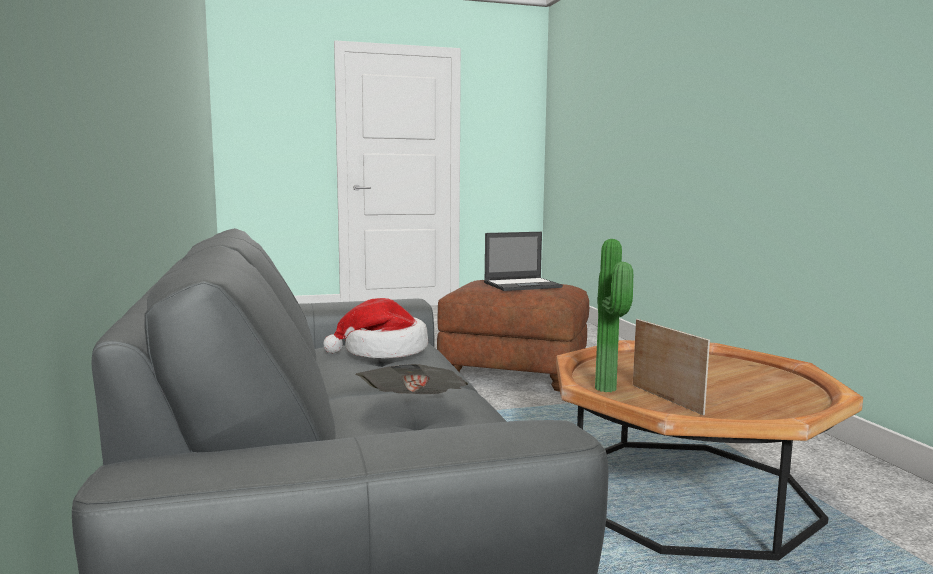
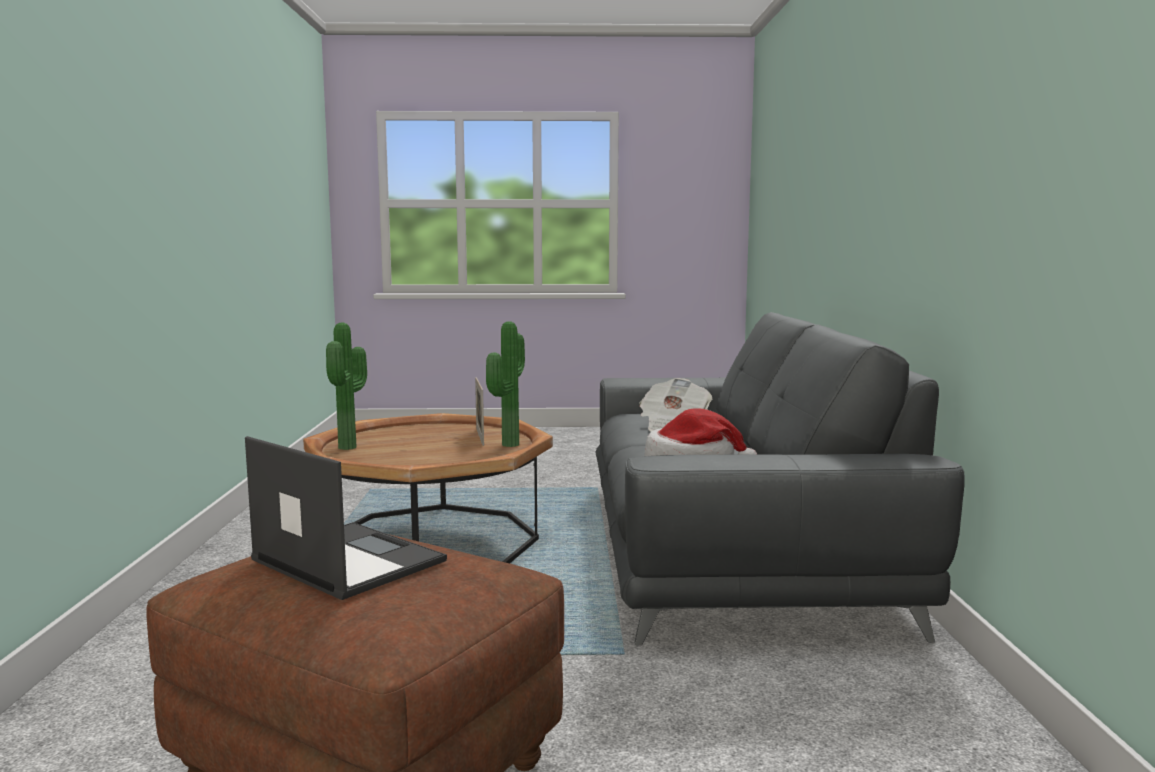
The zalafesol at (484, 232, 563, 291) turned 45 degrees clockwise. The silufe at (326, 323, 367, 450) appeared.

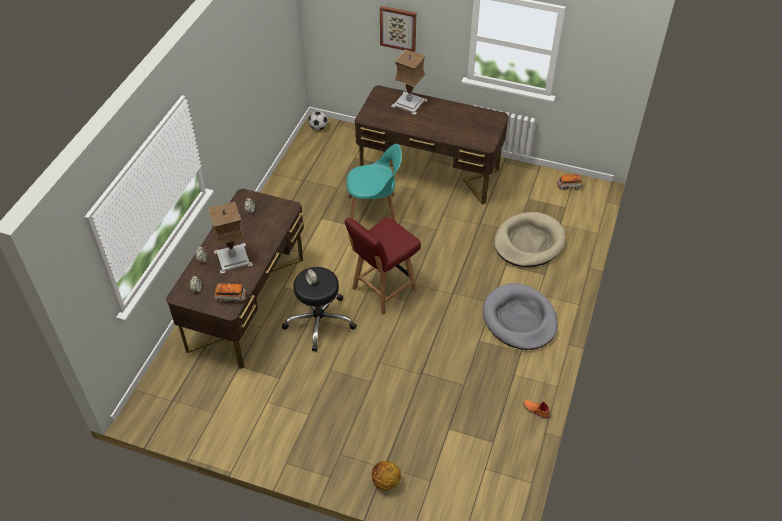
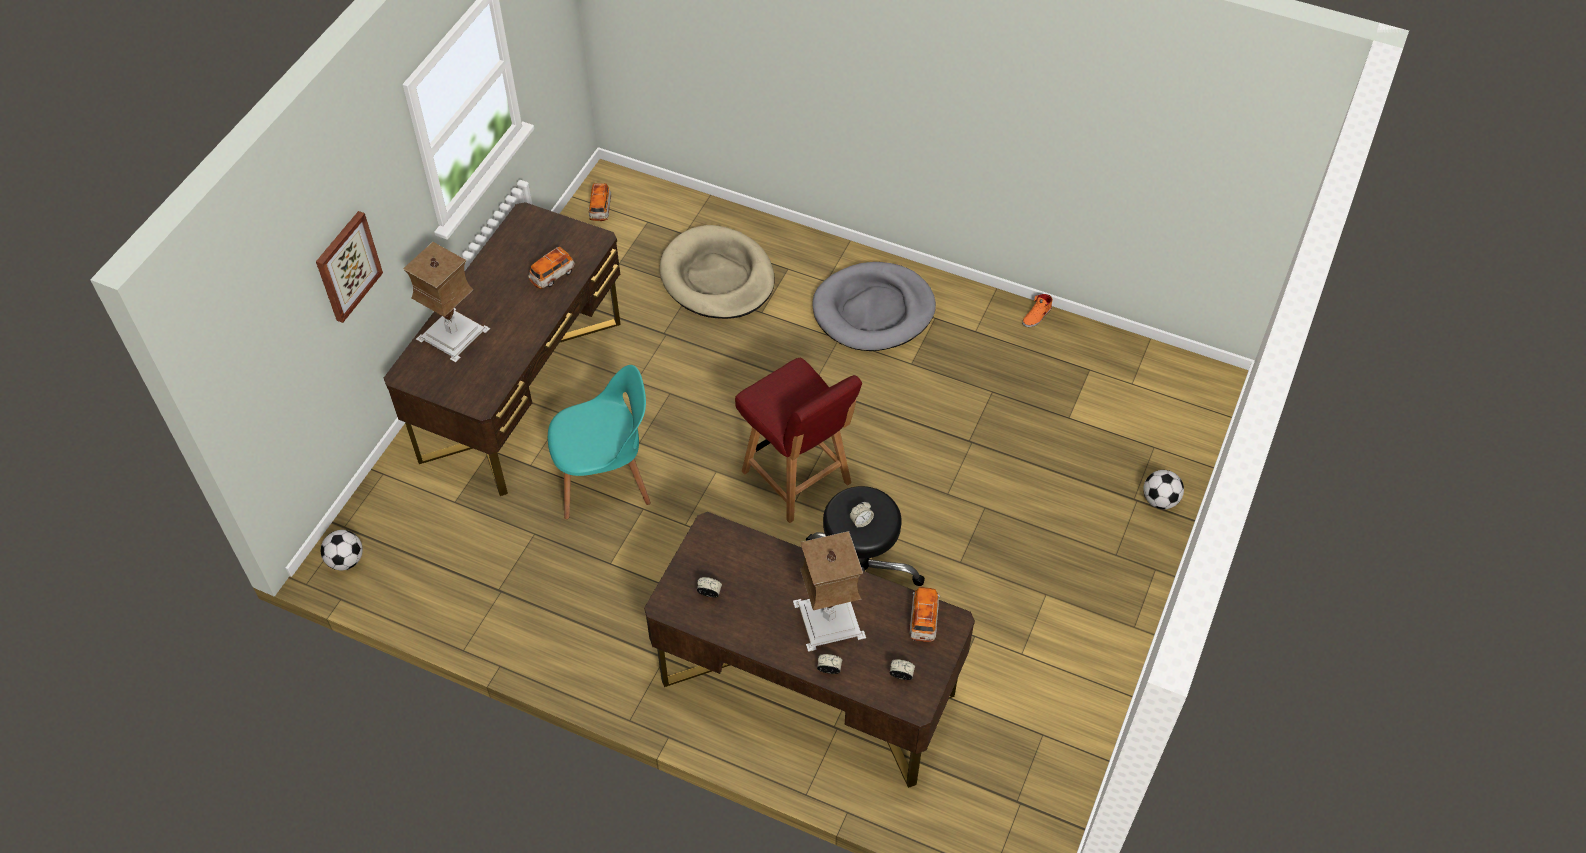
The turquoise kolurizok at (346, 144, 402, 222) turned 75 degrees clockwise. The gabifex at (372, 461, 401, 490) was replaced by the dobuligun at (1143, 470, 1184, 509). The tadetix at (528, 247, 575, 289) appeared.

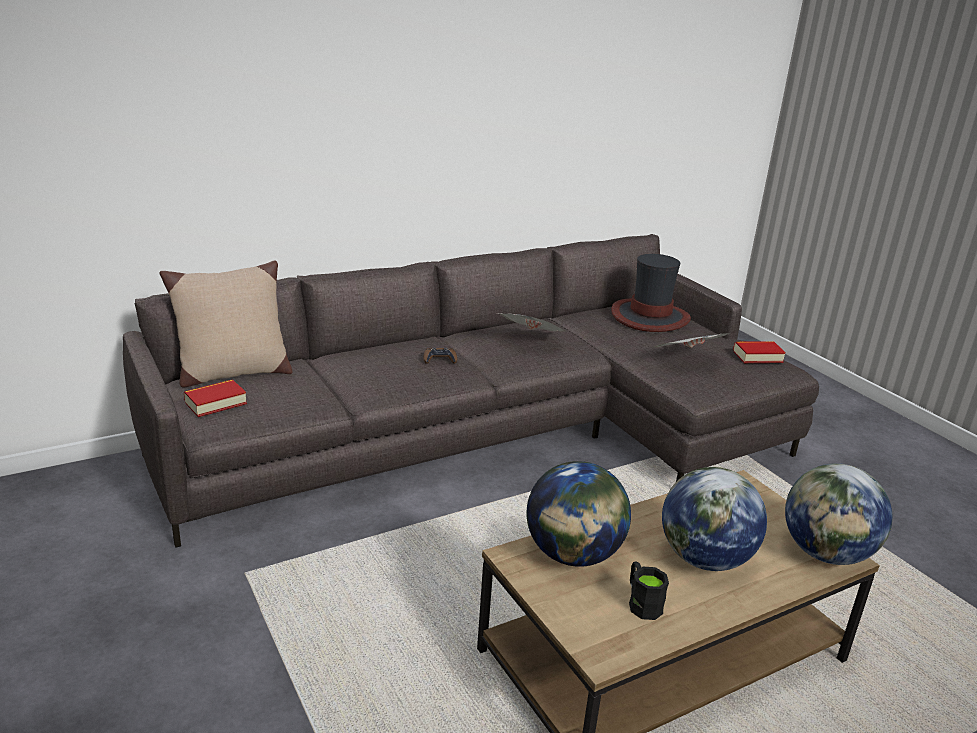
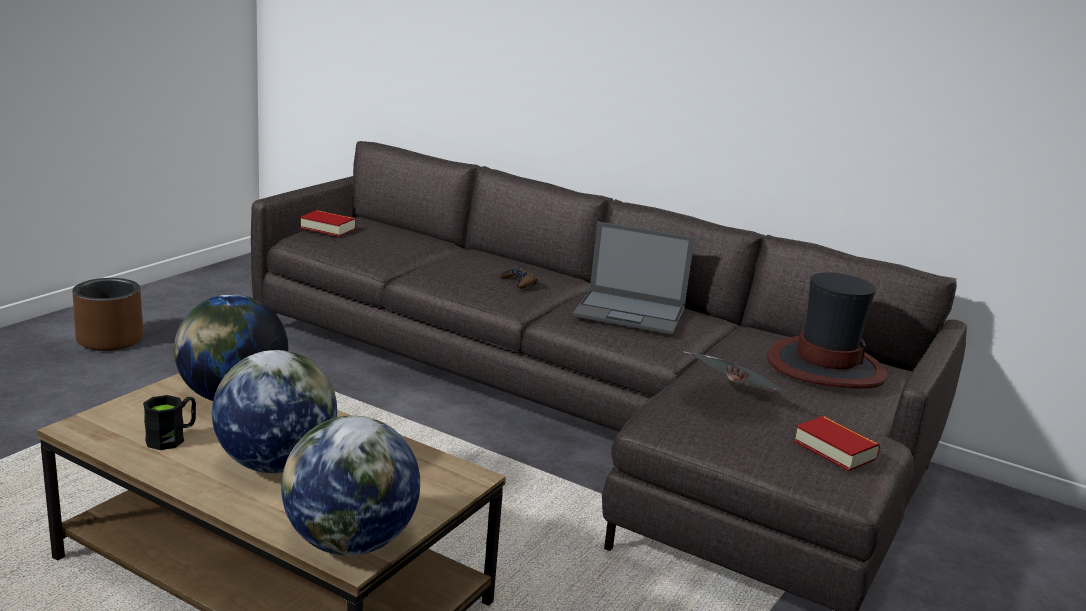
The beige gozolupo at (159, 260, 293, 388) disappeared. The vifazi at (498, 313, 565, 332) was replaced by the zalafesol at (573, 222, 695, 335). The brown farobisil at (72, 278, 144, 351) appeared.

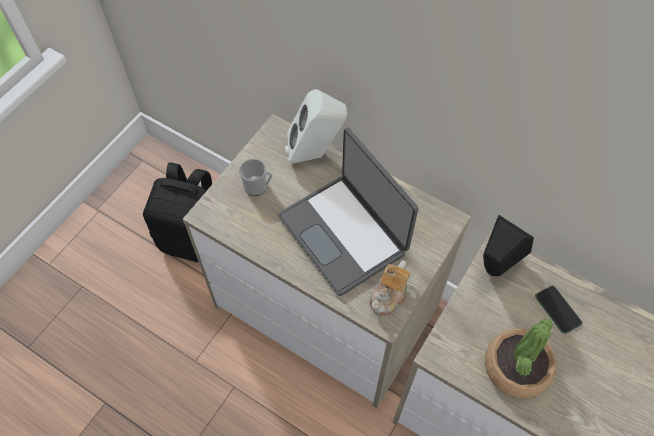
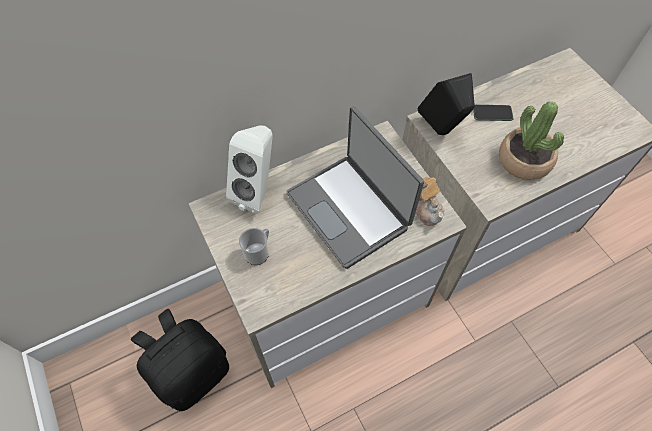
The zalafesol at (278, 128, 419, 296) turned 60 degrees clockwise.

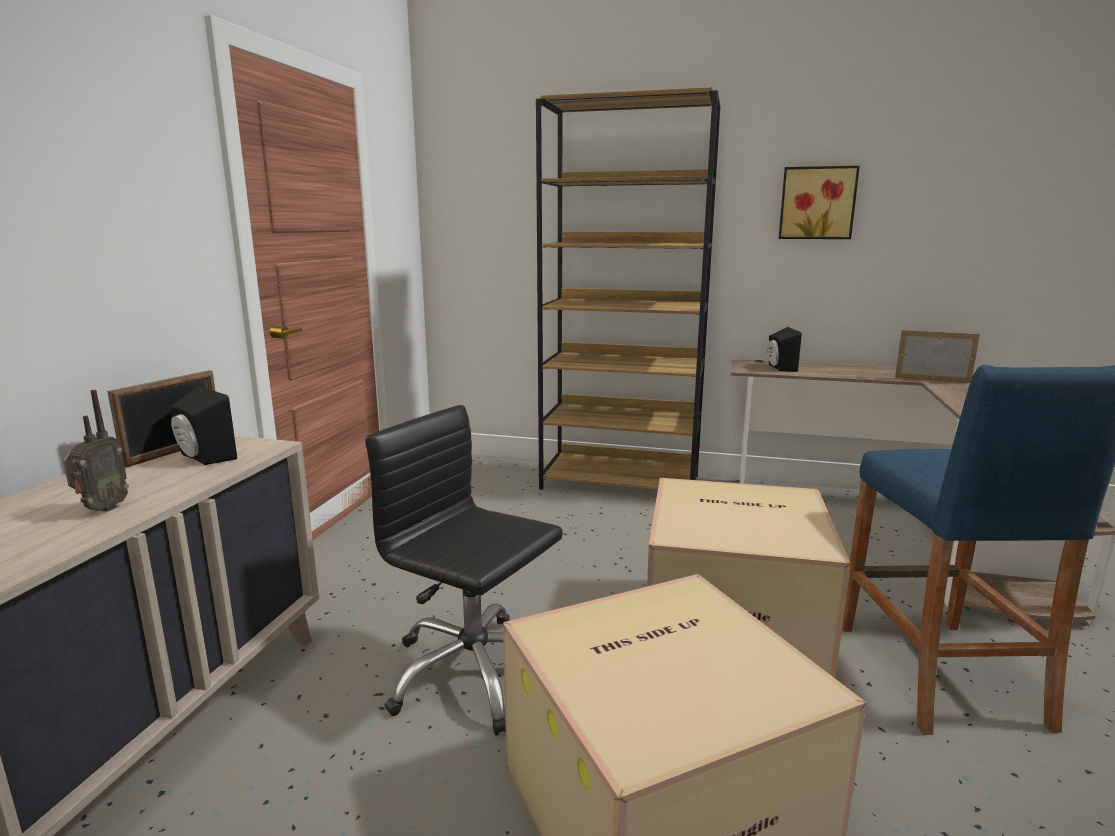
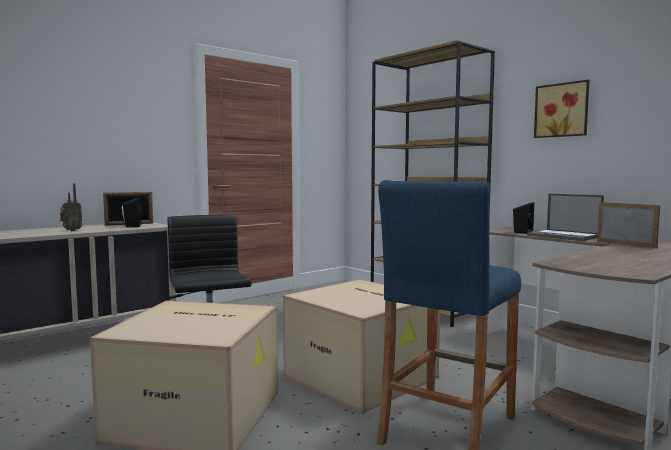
The zalafesol at (527, 194, 604, 241) appeared.

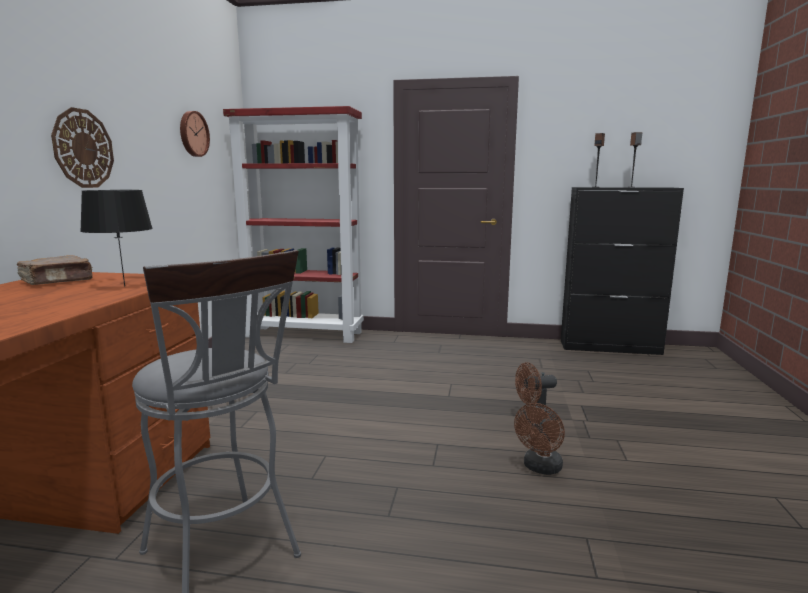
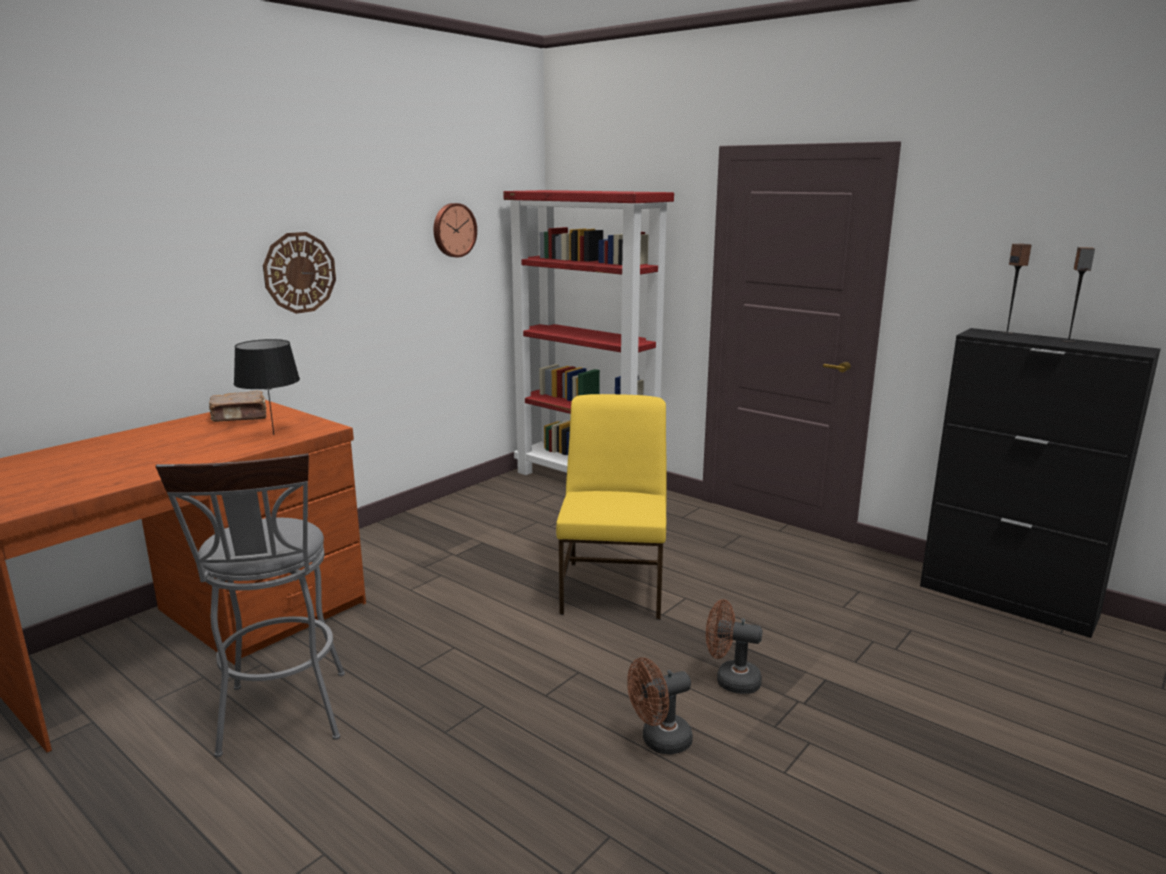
The yellow kolurizok at (556, 394, 667, 620) appeared.

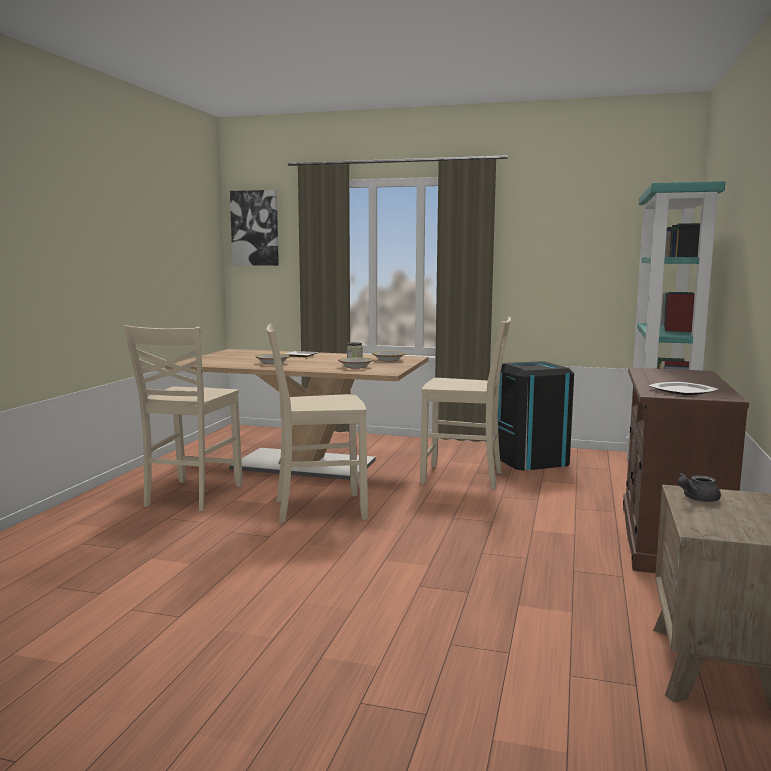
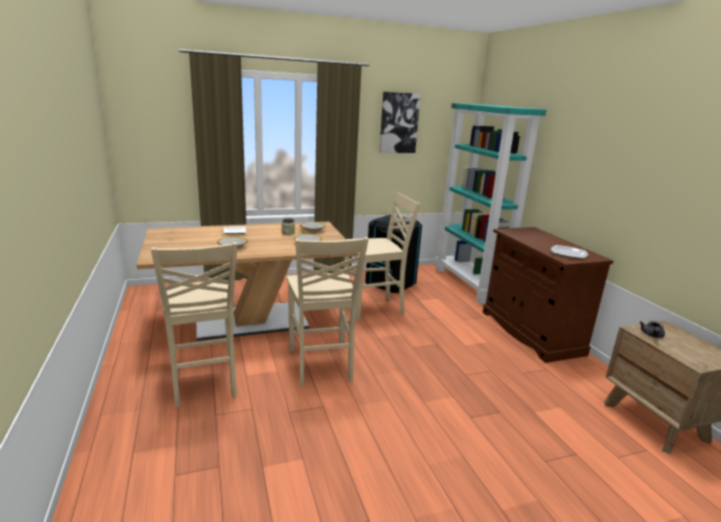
The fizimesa moved from (230, 190, 279, 266) to (379, 92, 421, 153). The beige kolurizok at (267, 323, 368, 523) turned 60 degrees counterclockwise.

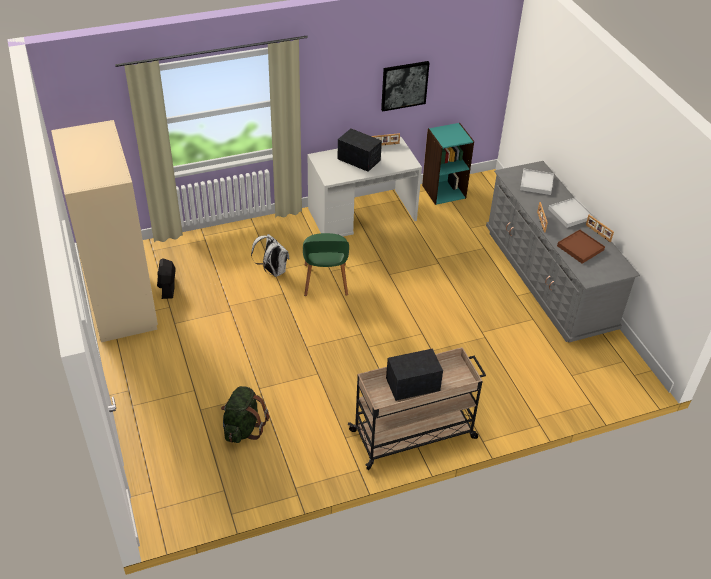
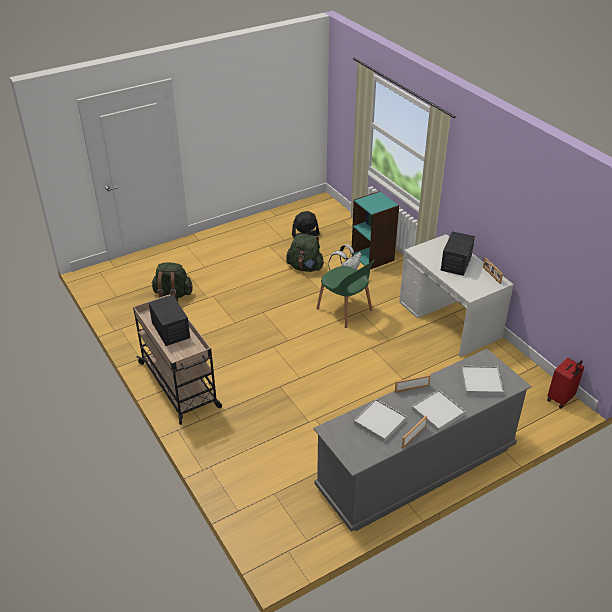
The fizimesa at (381, 61, 429, 112) disappeared. The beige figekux at (51, 120, 158, 342) disappeared. The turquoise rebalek moved from (422, 123, 474, 205) to (352, 191, 399, 270). The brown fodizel at (557, 230, 605, 264) became the white fodizel at (353, 399, 407, 443). The green kolurizok at (303, 233, 349, 296) turned 120 degrees counterclockwise. The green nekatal at (286, 234, 324, 272) appeared. The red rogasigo at (547, 358, 584, 409) appeared.

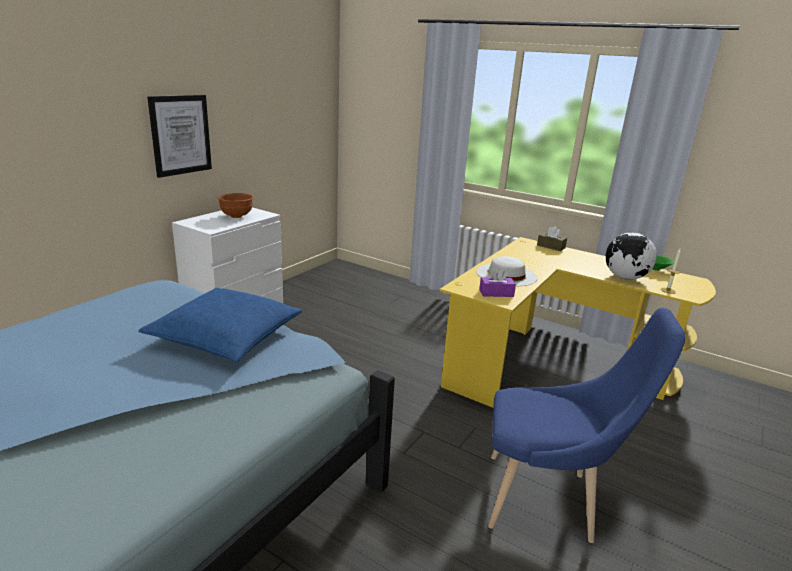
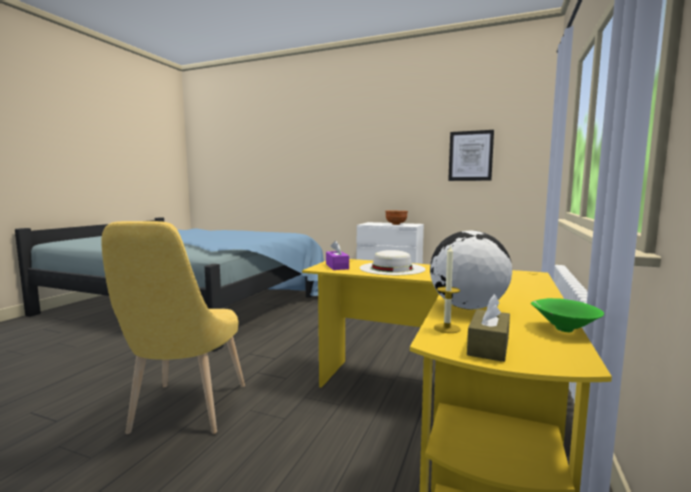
The fizimesa moved from (147, 95, 212, 178) to (448, 130, 494, 181). The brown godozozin moved from (537, 226, 567, 251) to (467, 294, 510, 362). The blue gozolupo at (138, 288, 302, 361) disappeared. The blue kolurizok at (488, 308, 685, 543) became the yellow kolurizok at (102, 221, 245, 434).

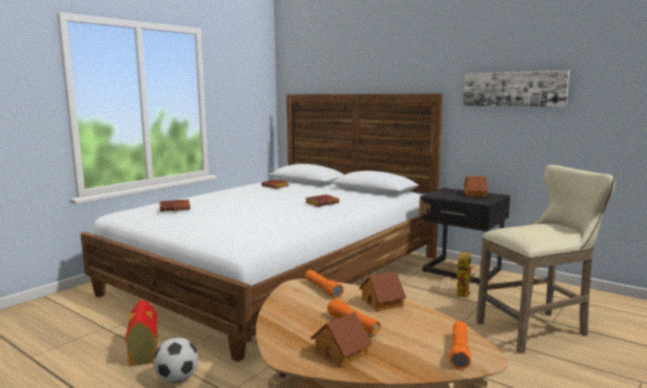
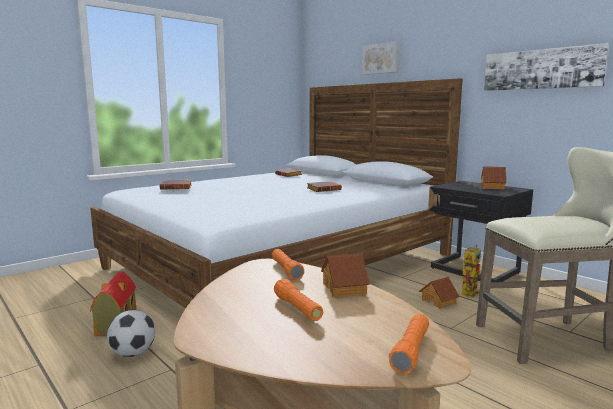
The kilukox moved from (311, 311, 373, 367) to (419, 277, 460, 309). The fizimesa at (362, 41, 399, 75) appeared.

